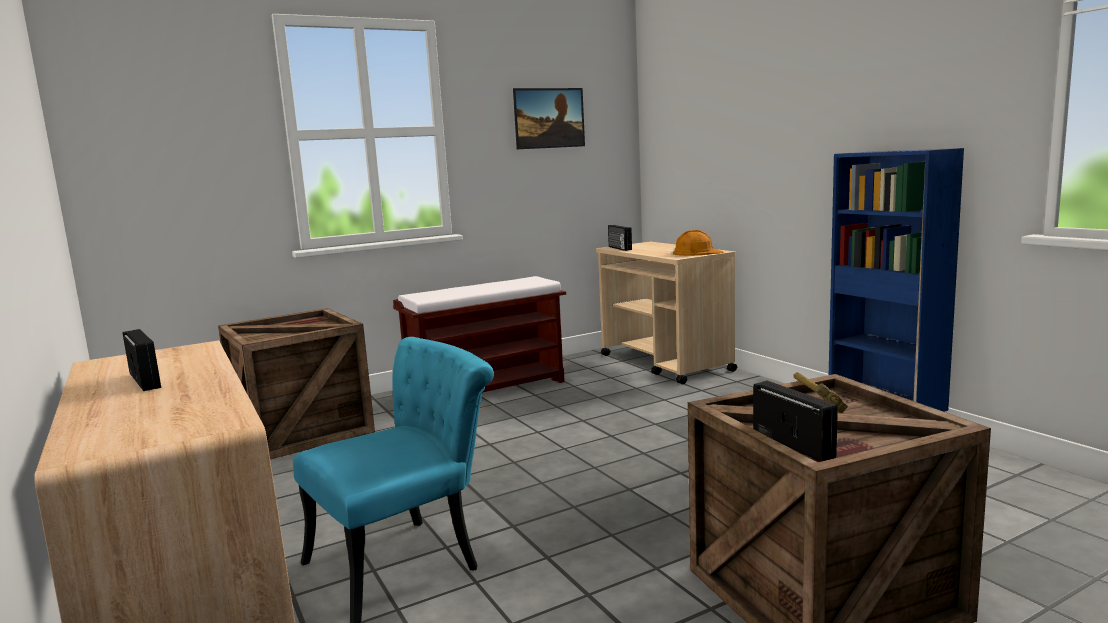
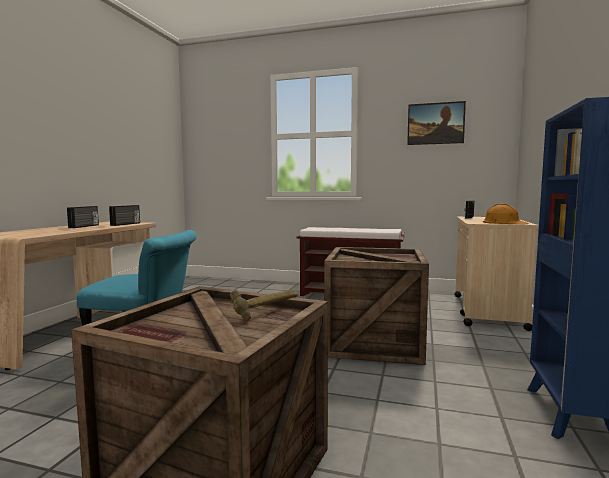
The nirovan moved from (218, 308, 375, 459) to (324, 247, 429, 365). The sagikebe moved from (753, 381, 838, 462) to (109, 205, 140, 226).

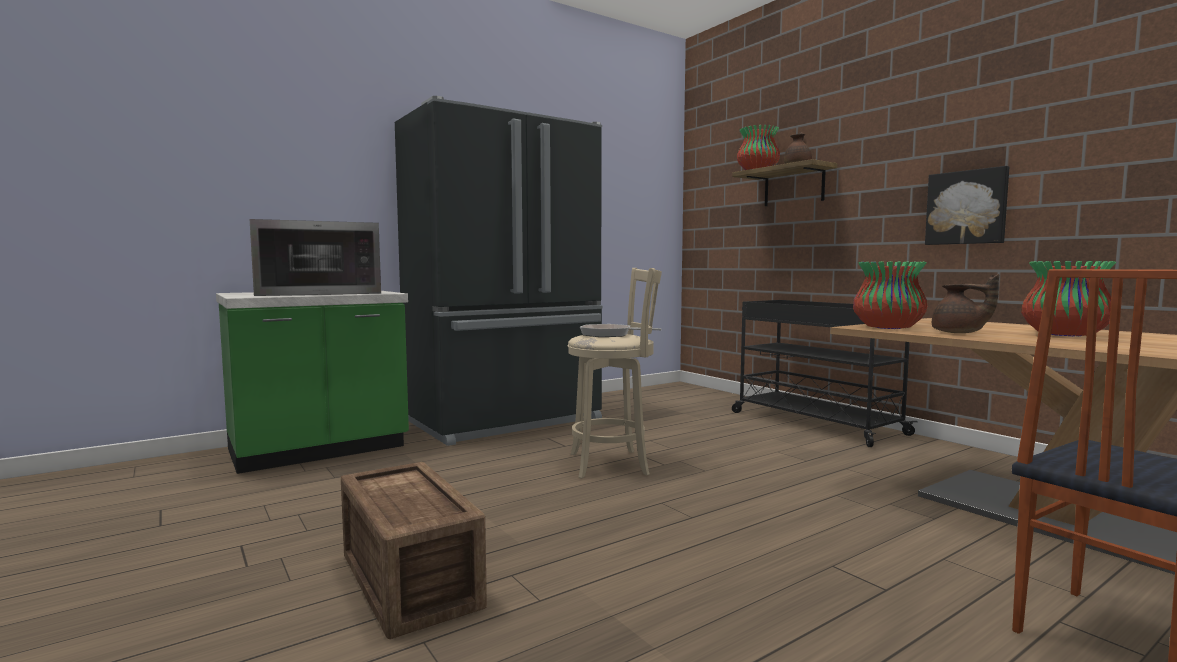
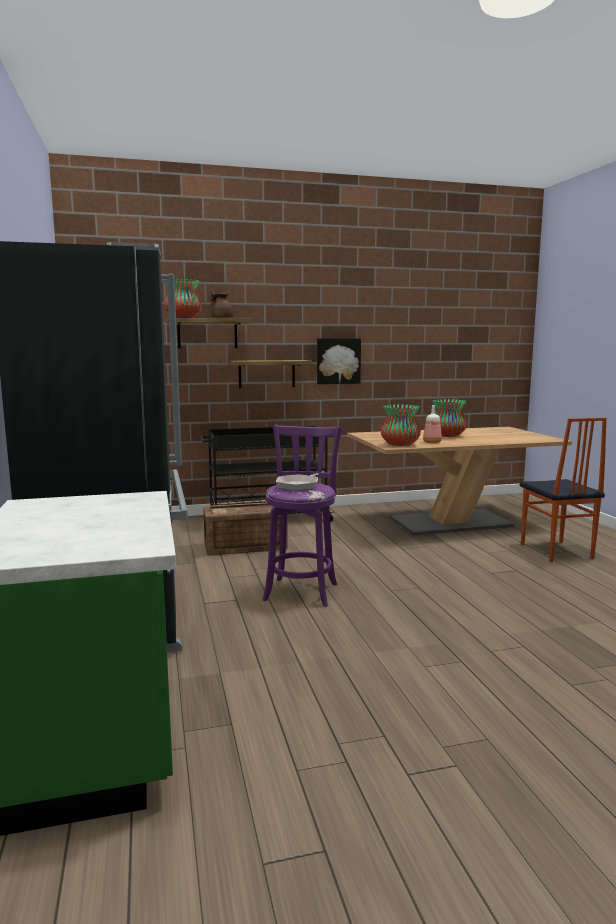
The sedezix at (250, 219, 381, 296) disappeared. The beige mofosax at (567, 268, 662, 479) became the purple mofosax at (262, 425, 342, 607). The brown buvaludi at (932, 274, 999, 333) was replaced by the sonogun at (423, 405, 442, 443). The nirovan moved from (341, 462, 487, 639) to (203, 502, 288, 555). The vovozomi at (228, 360, 312, 388) appeared.

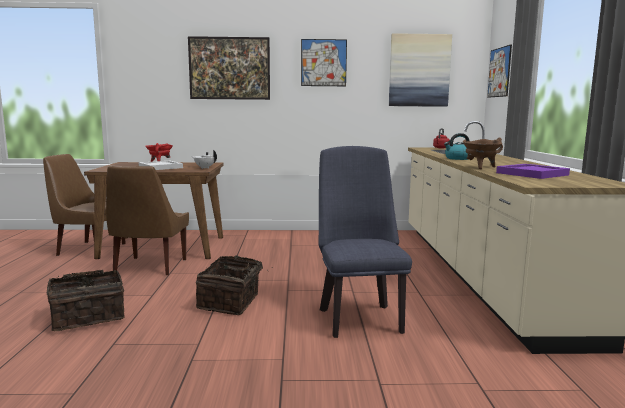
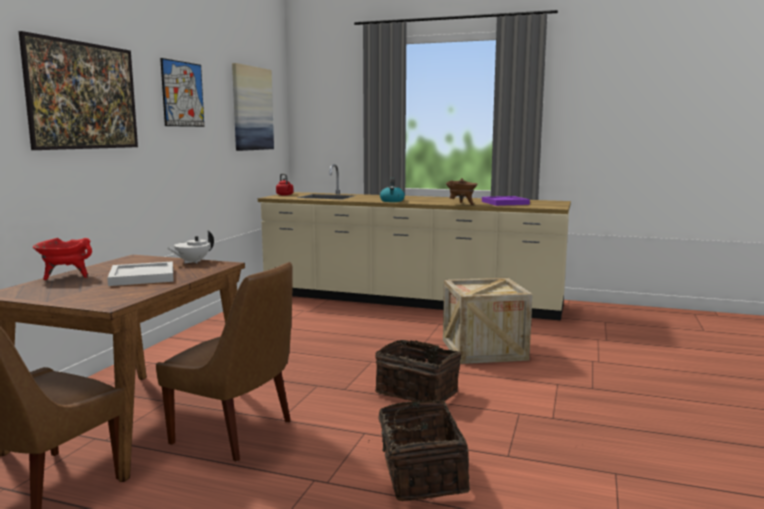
The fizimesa at (487, 44, 512, 98) disappeared. The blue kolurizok at (318, 146, 412, 338) was replaced by the nirovan at (443, 278, 533, 364).

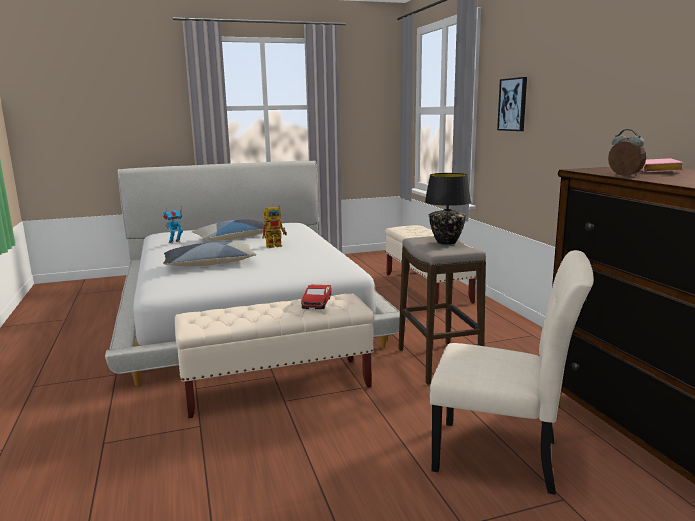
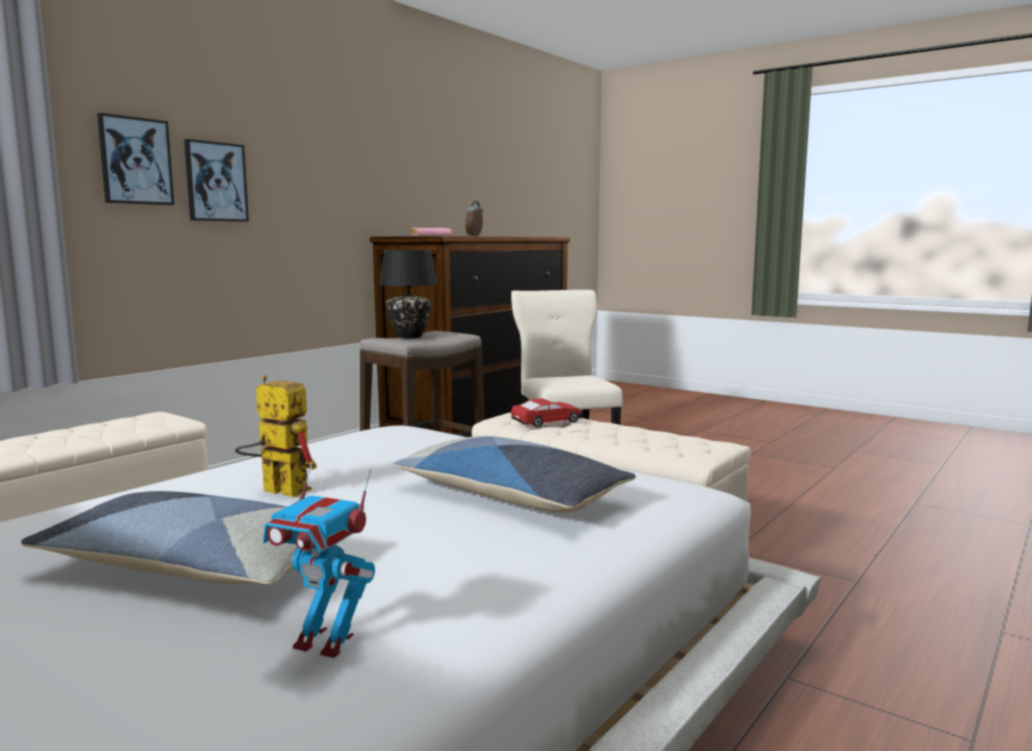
The fizimesa at (184, 139, 249, 222) appeared.

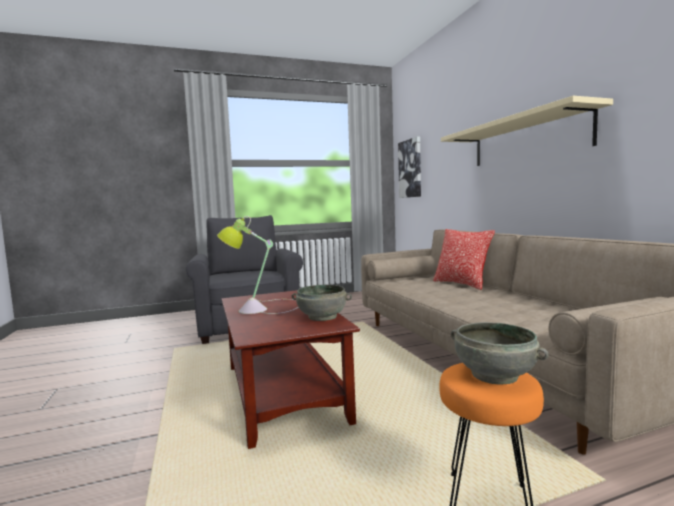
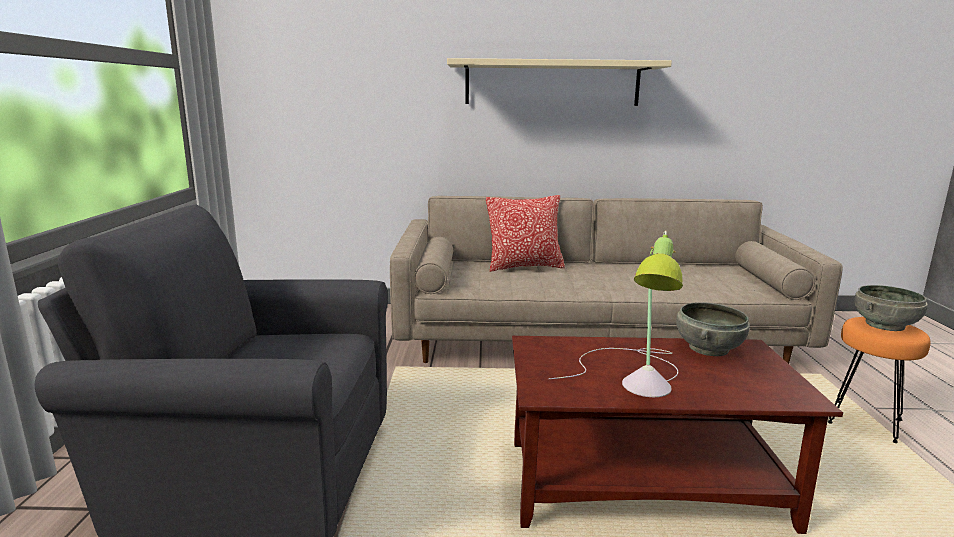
The fizimesa at (398, 137, 421, 198) disappeared.

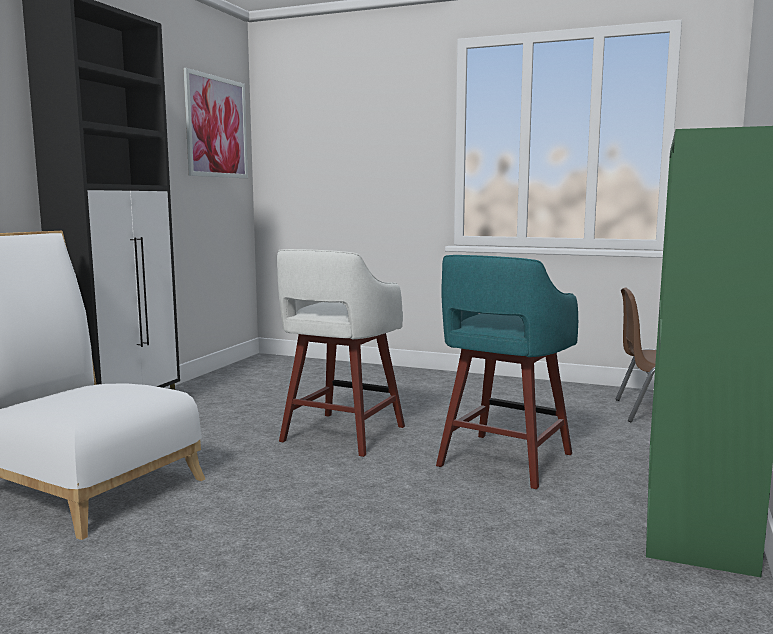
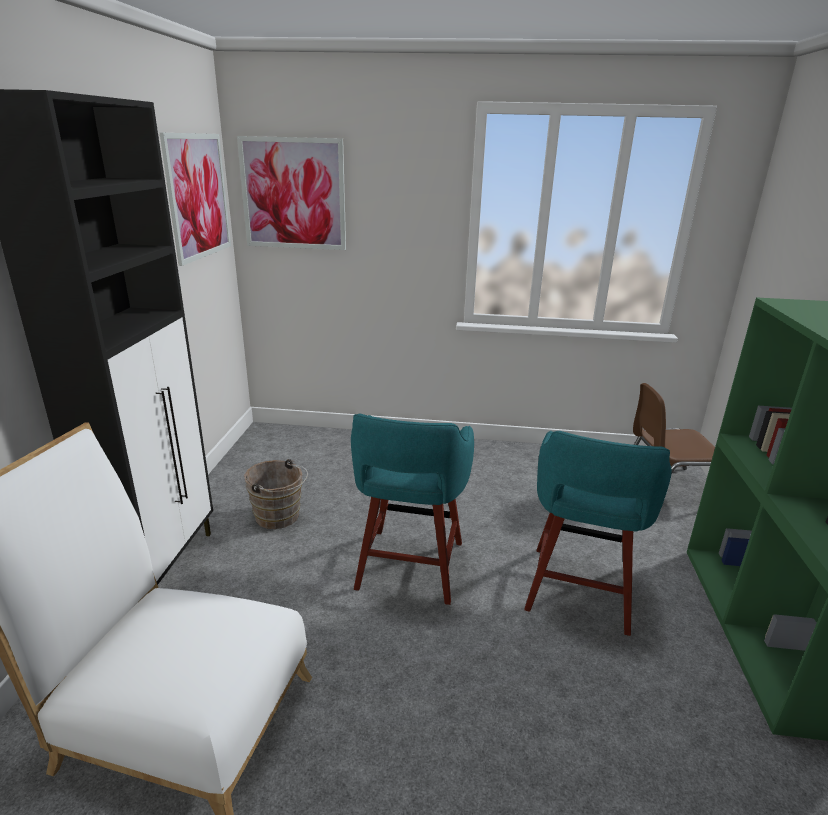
The white mofosax at (277, 249, 405, 457) became the turquoise mofosax at (351, 413, 474, 605). The fizimesa at (237, 136, 346, 250) appeared. The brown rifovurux at (244, 459, 308, 529) appeared.

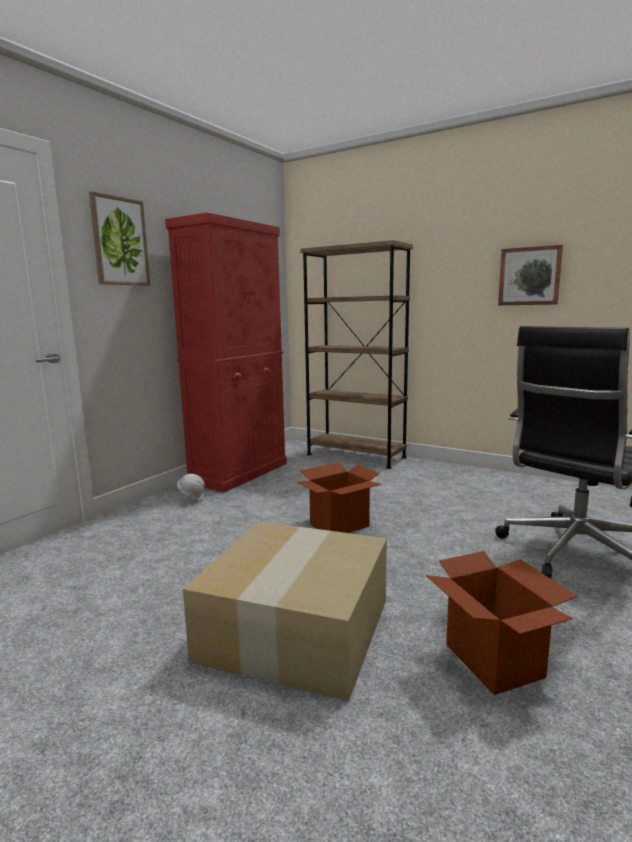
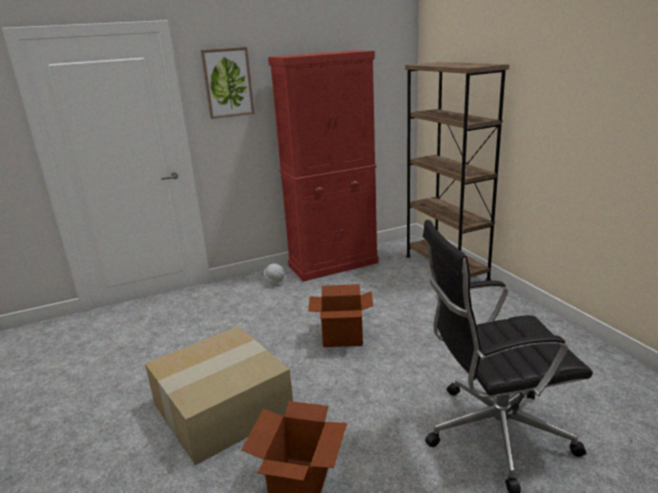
The fizimesa at (498, 245, 563, 305) disappeared.

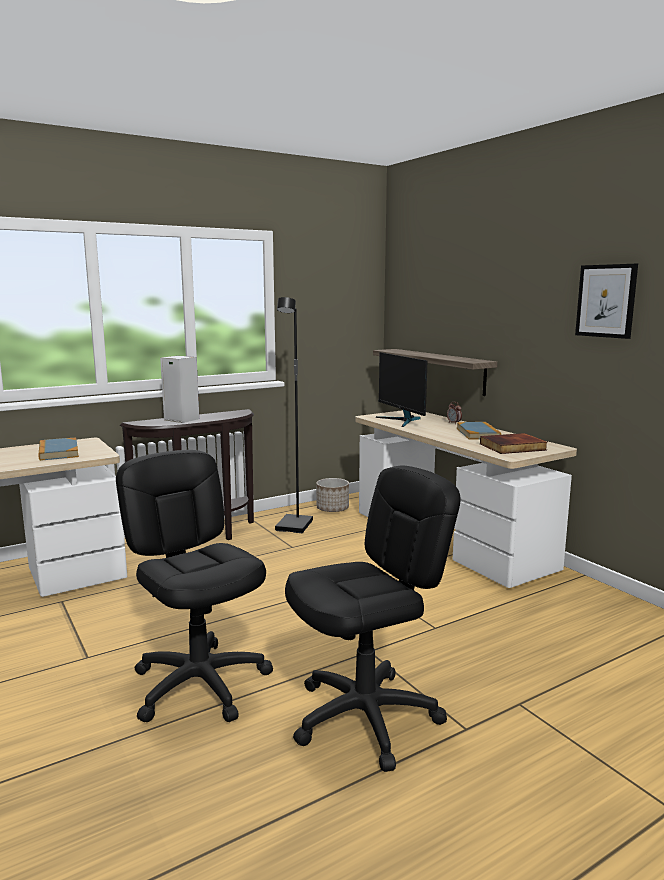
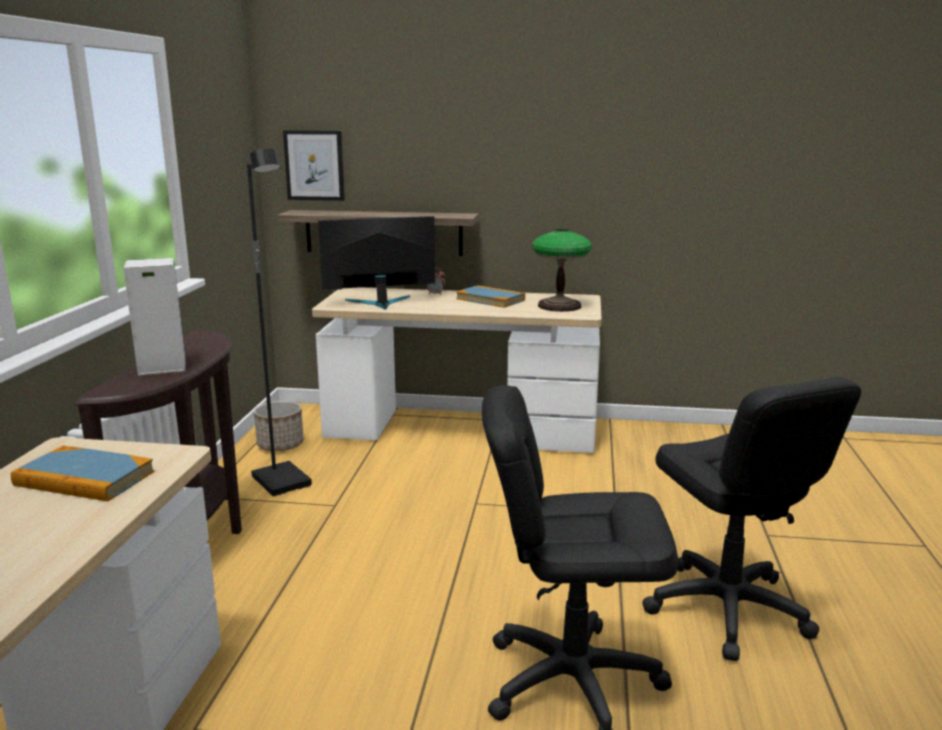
The fizimesa moved from (575, 264, 638, 339) to (283, 130, 345, 201). The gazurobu at (376, 352, 427, 427) turned 150 degrees clockwise. The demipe at (480, 433, 547, 454) was replaced by the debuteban at (532, 229, 592, 312). The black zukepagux at (285, 466, 460, 772) turned 150 degrees clockwise.

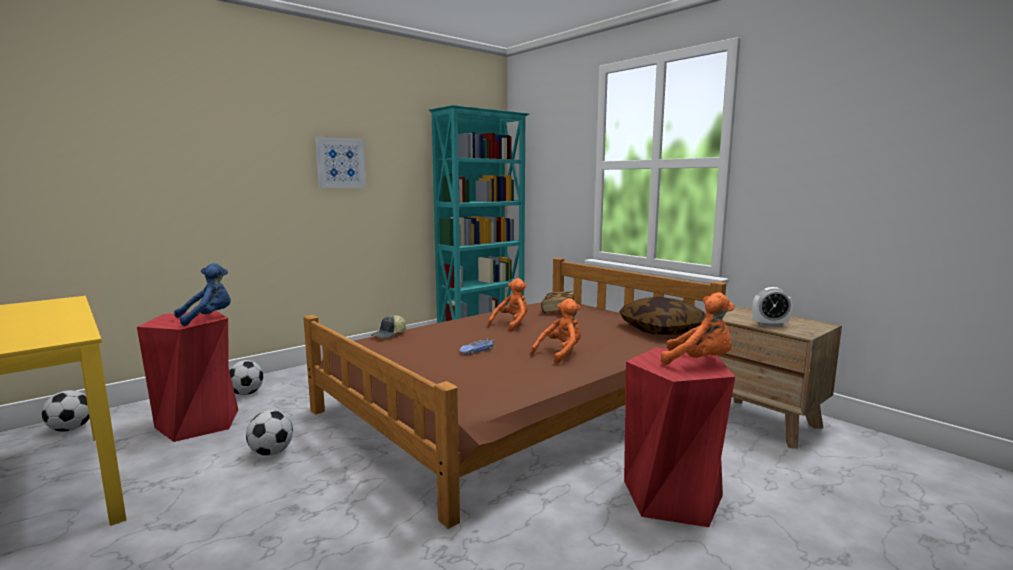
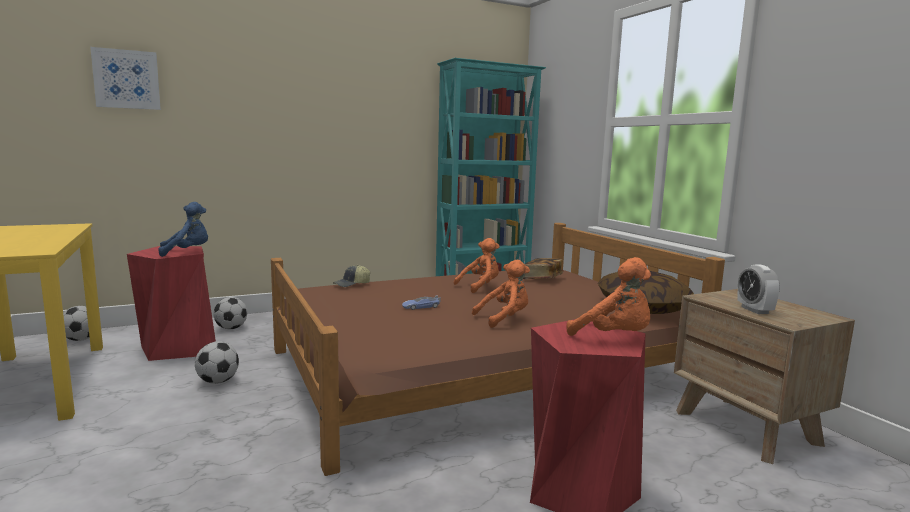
The fizimesa moved from (315, 137, 366, 188) to (90, 47, 161, 110). The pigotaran at (752, 287, 792, 327) turned 60 degrees clockwise.

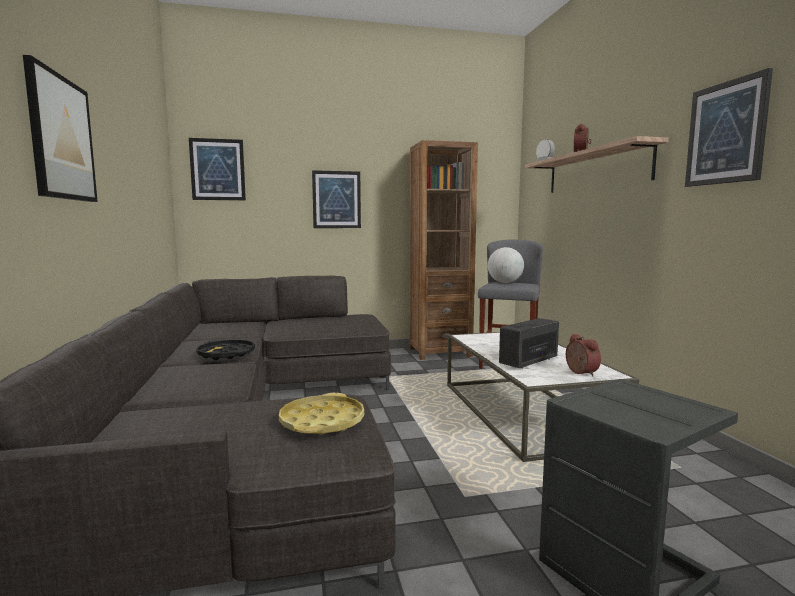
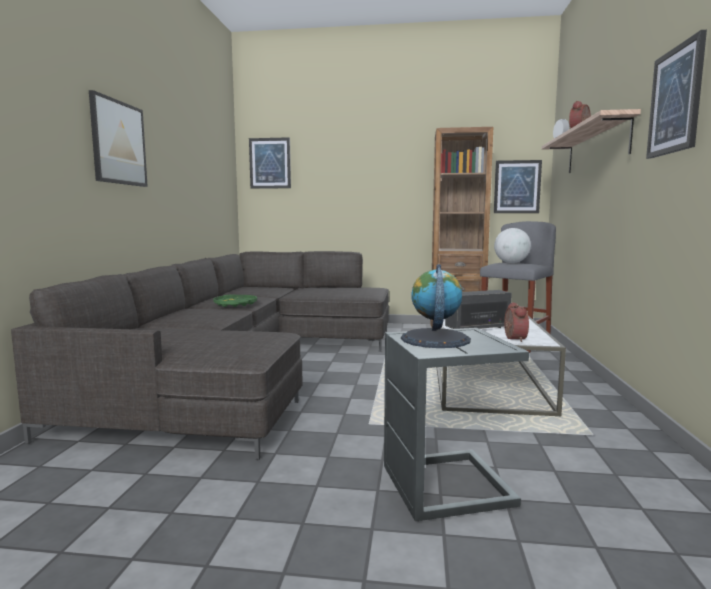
The fizimesa moved from (312, 170, 361, 228) to (494, 160, 542, 213). The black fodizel at (196, 340, 255, 360) became the green fodizel at (213, 294, 257, 307). The yellow fodizel at (279, 393, 364, 434) disappeared. The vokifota at (401, 264, 471, 348) appeared.

